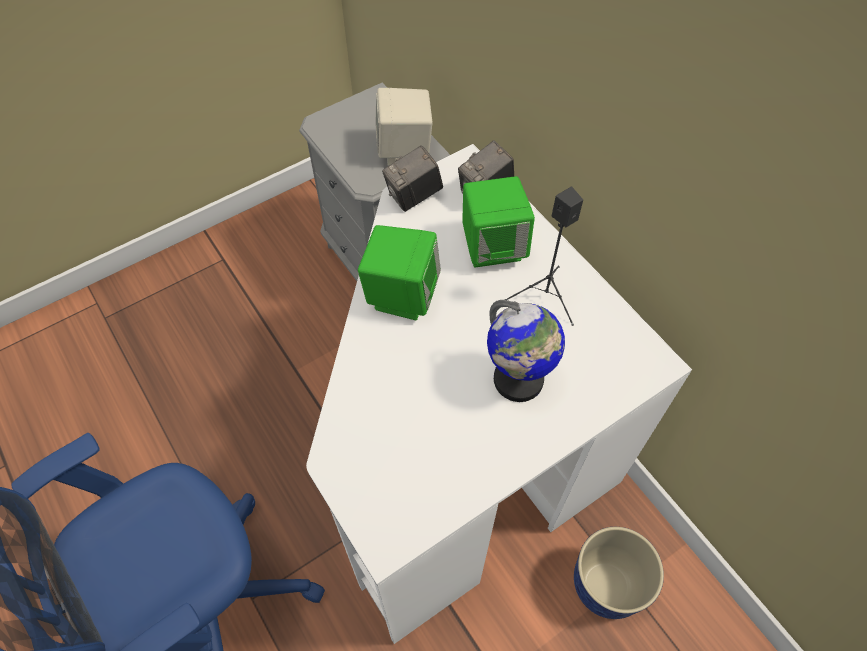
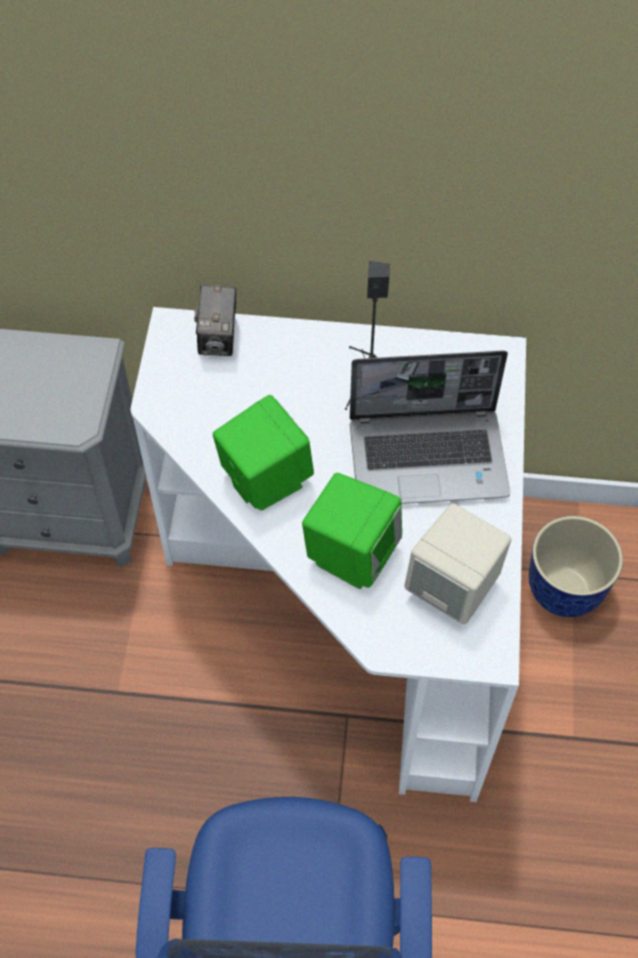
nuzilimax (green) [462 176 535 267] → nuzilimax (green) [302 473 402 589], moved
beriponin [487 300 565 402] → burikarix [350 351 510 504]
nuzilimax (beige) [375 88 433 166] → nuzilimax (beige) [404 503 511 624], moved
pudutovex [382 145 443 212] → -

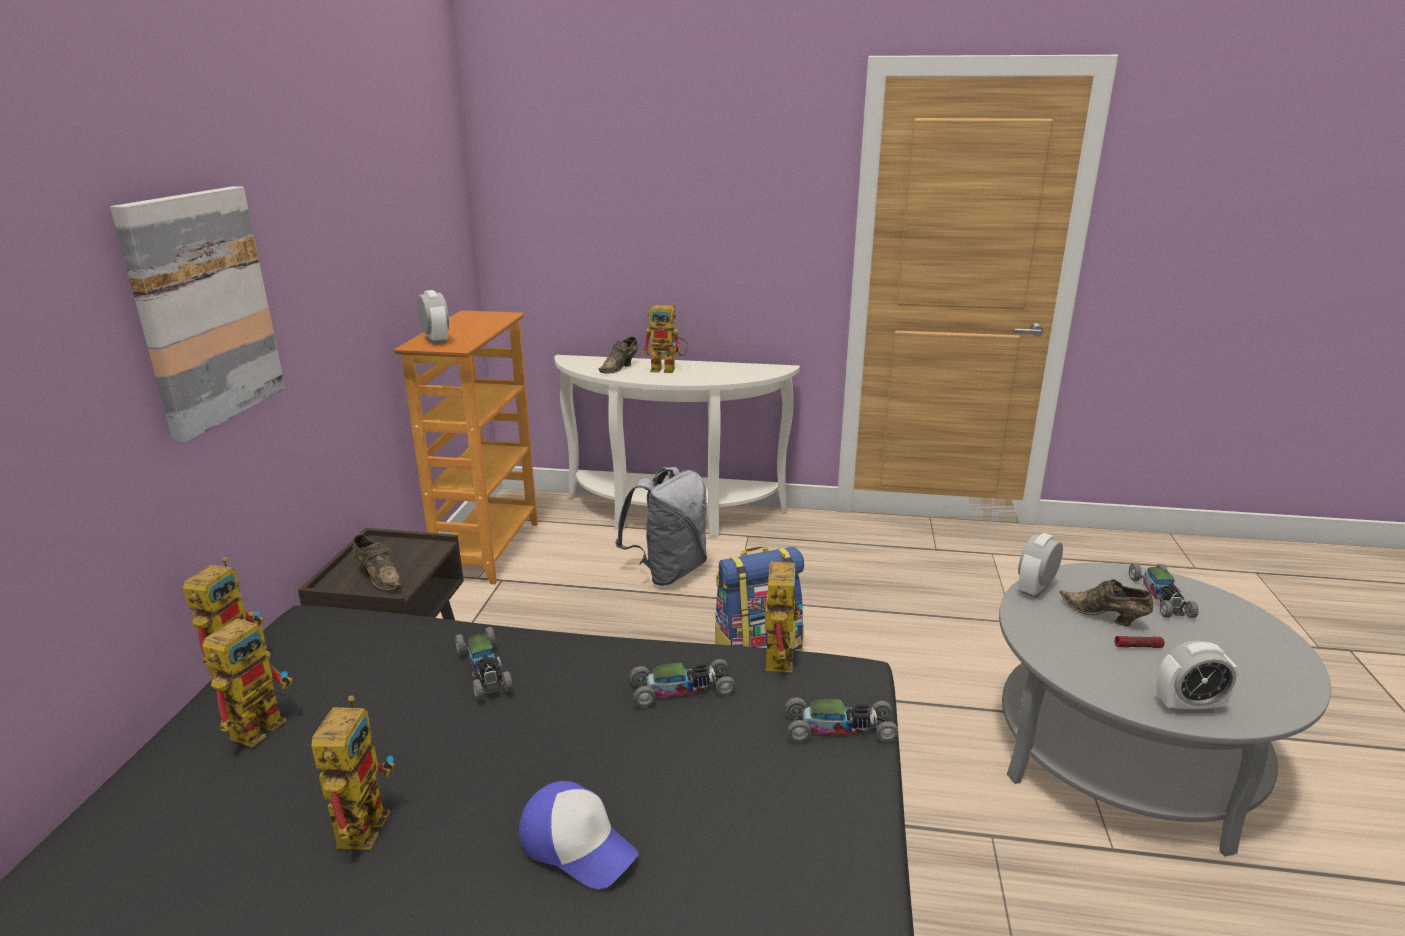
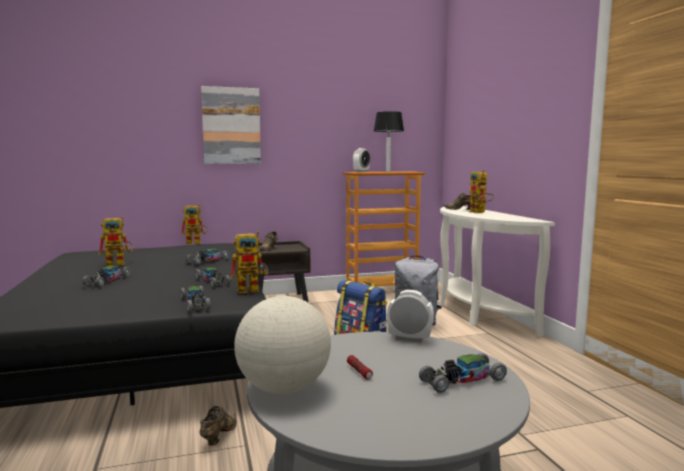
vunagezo [519 781 639 889] → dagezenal [82 266 131 287]
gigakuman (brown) [1060 579 1153 626] → gigakuman (brown) [199 406 237 446], moved
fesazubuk [1156 640 1238 714] → beriponin [234 296 331 394]
- → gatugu [374 111 404 172]
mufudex [202 611 293 747] → -

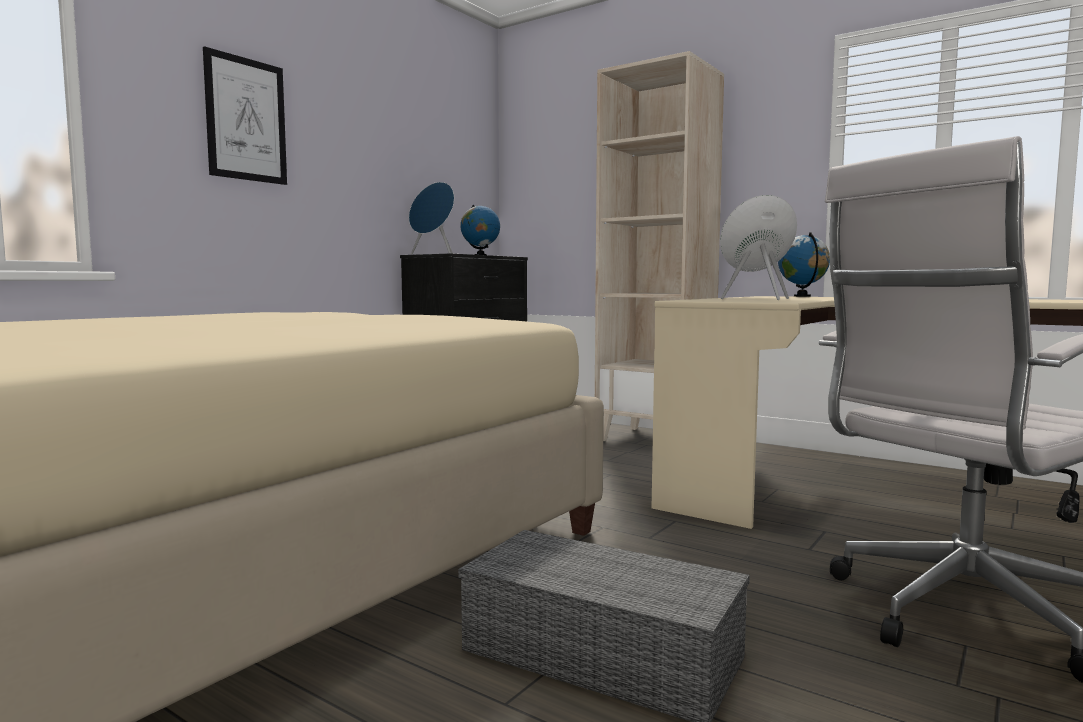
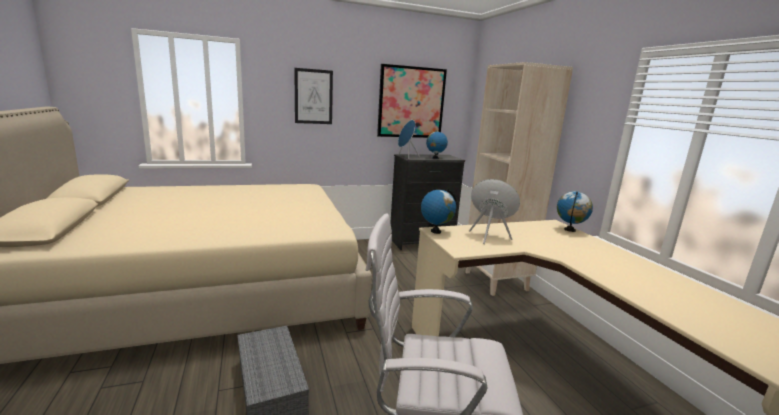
- → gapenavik [377 64 447 138]
- → beriponin [421 188 457 234]

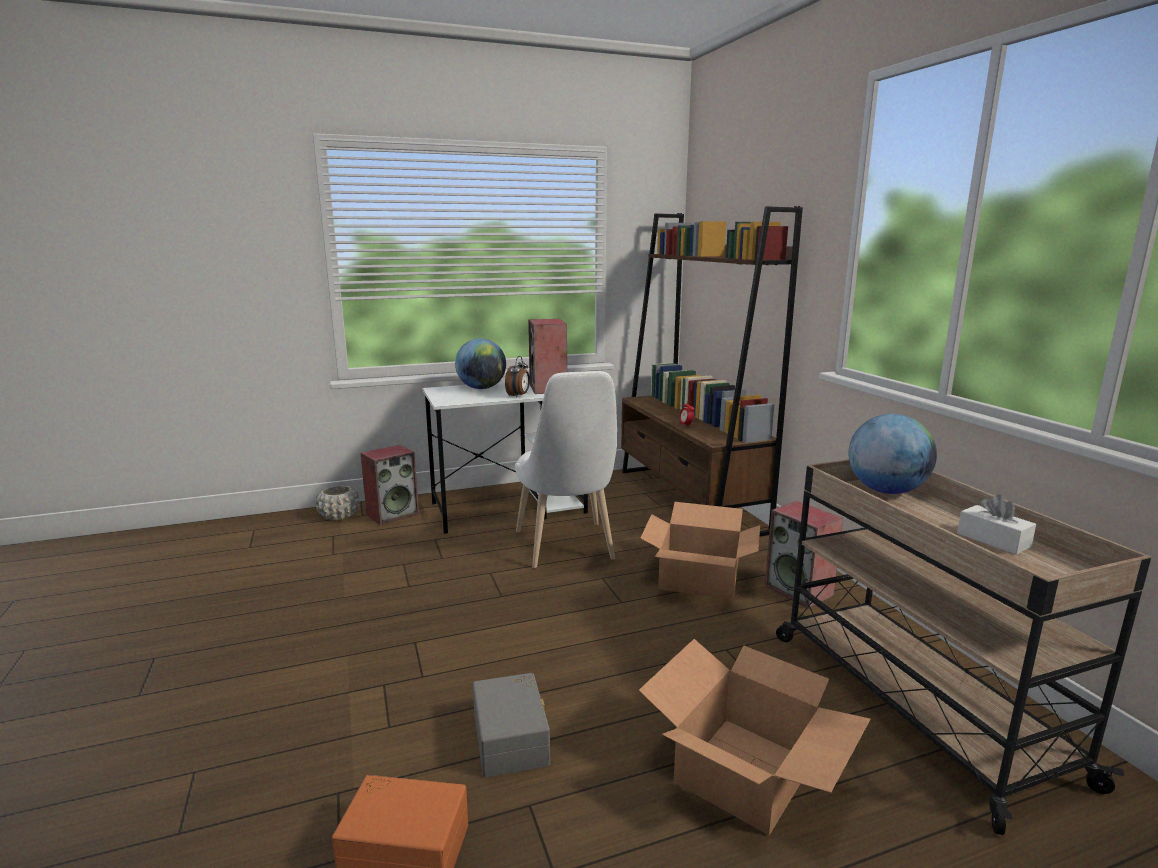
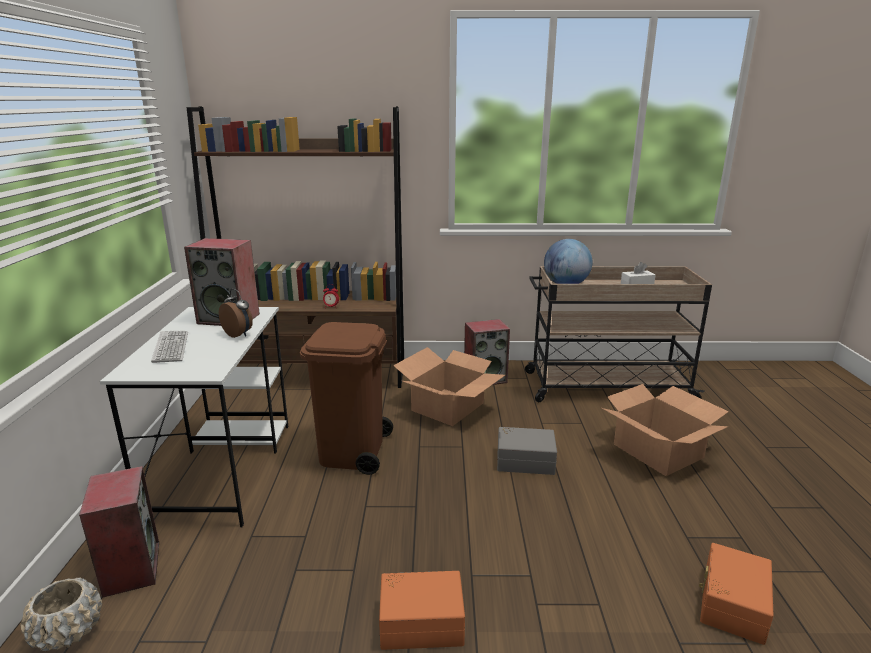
beriponin [455 338 506 389] → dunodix [151 331 188 363]
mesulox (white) [515 371 617 568] → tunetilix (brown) [300 322 393 475]
- → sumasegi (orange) [379 571 465 650]
sumasegi (grey) [473 673 550 778] → sumasegi (grey) [497 427 557 475], moved

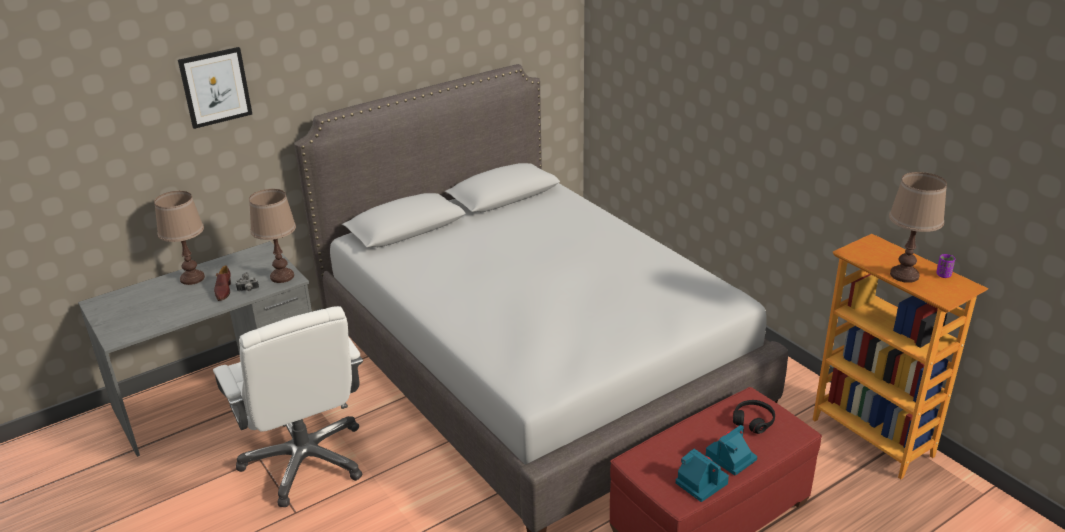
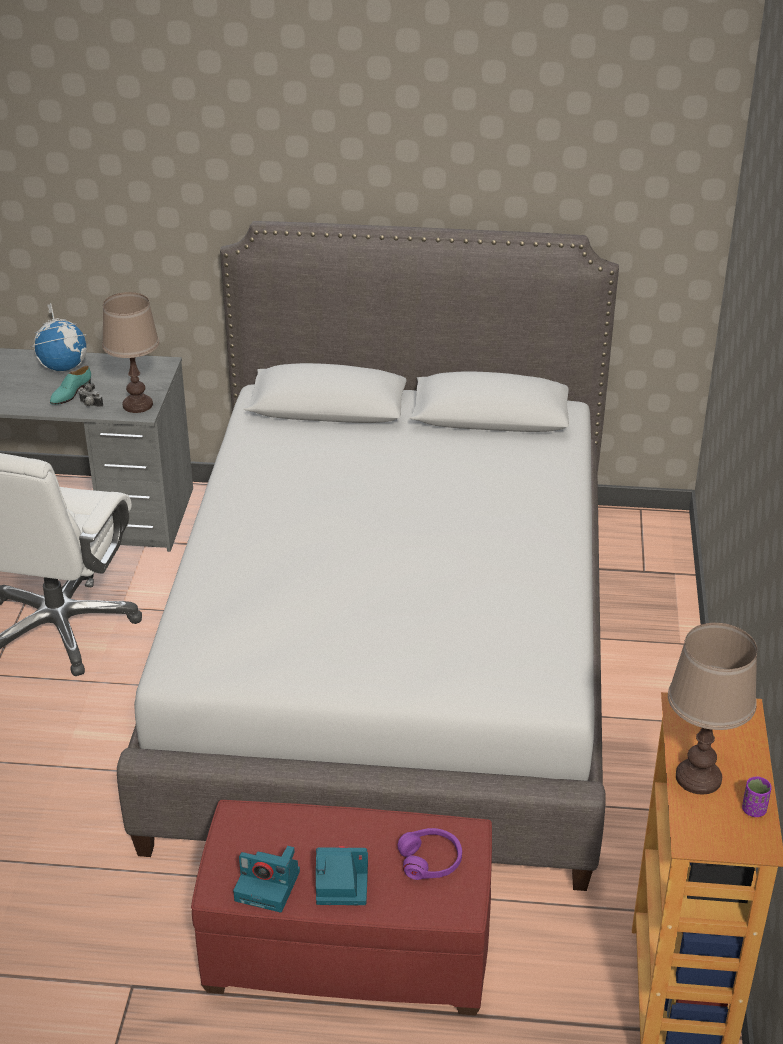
gatugu (brown) [154 191 205 285] → beriponin [30 303 87 371]
gigakuman (brown) [214 266 231 301] → gigakuman (turquoise) [50 366 91 405]
pudutovex [675 449 729 502] → pudutovex [233 846 300 912], 105 degrees clockwise
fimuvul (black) [733 400 775 434] → fimuvul (purple) [397 828 462 880]
gapenavik [178 47 252 129] → -

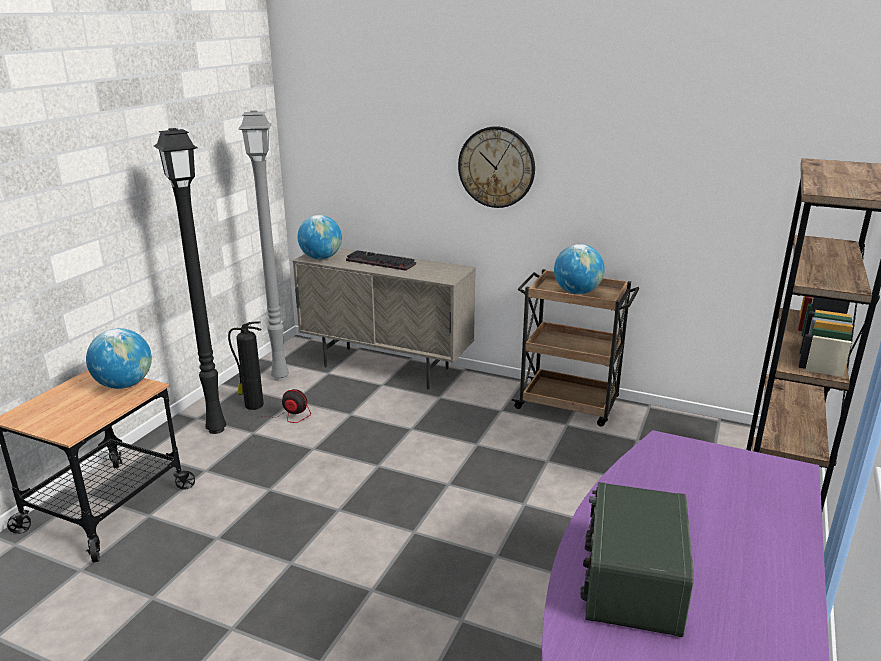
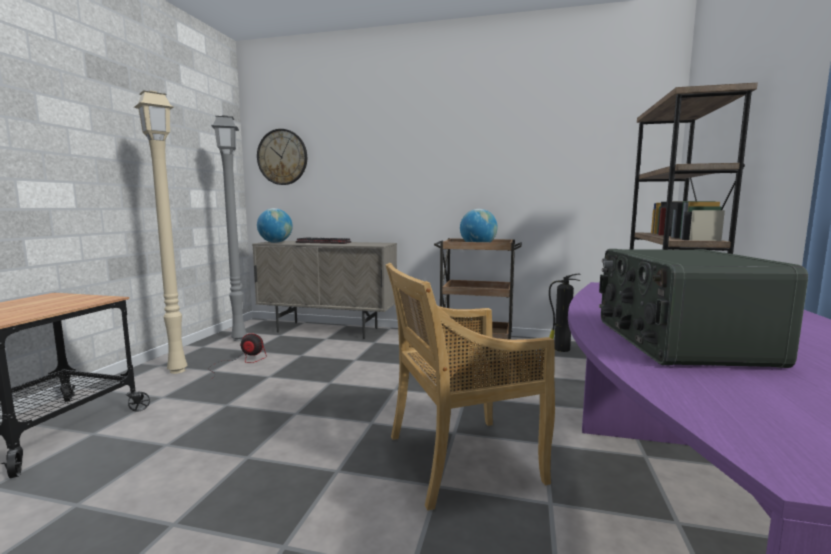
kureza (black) [154 128 226 434] → kureza (beige) [134 90 188 374]
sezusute [458 126 535 208] → sezusute [257 129 307 185], moved
- → mesulox (beige) [385 263 555 511]
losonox [228 321 264 410] → losonox [549 274 580 352], moved
beriponin [86 328 152 389] → -

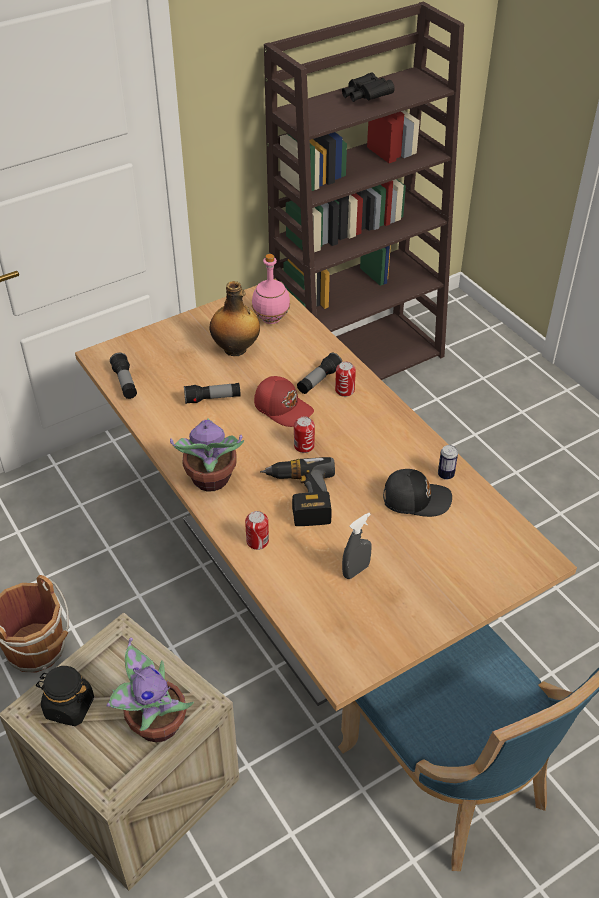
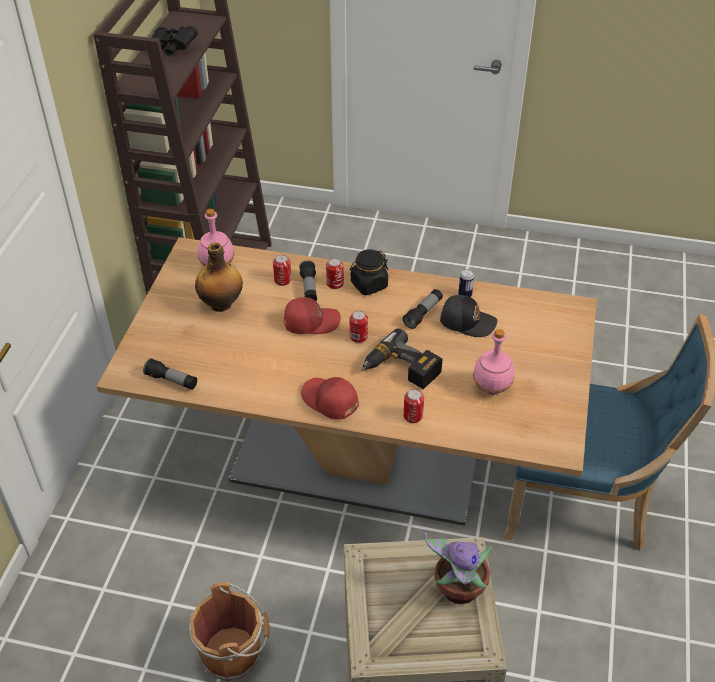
- → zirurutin [273 255 291 286]
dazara [170 418 244 492] → vunagezo (red) [301 377 359 420]
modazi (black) [36 666 94 726] → modazi (black) [350 249 388 295], moved
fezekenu [184 383 241 404] → fezekenu [403 289 443 329], moved
vunagezo (black) [383 469 452 517] → vunagezo (black) [440 295 497 337], 60 degrees clockwise
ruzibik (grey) [342 512 371 579] → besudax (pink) [473 329 514 395]

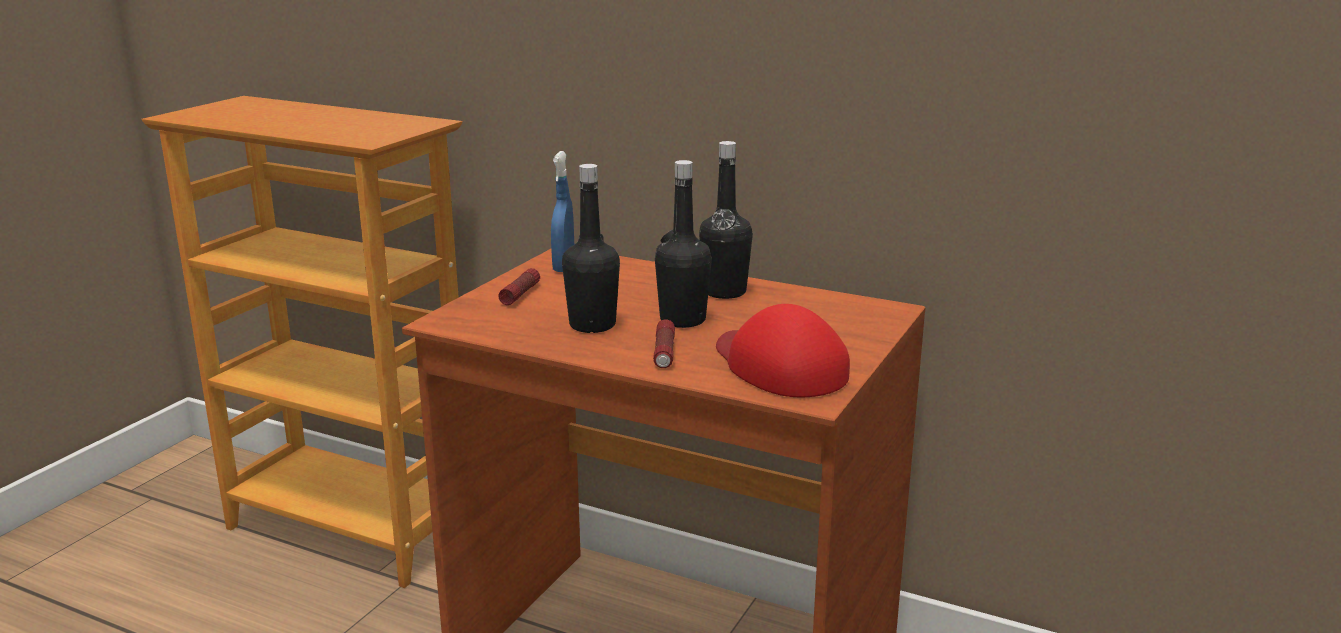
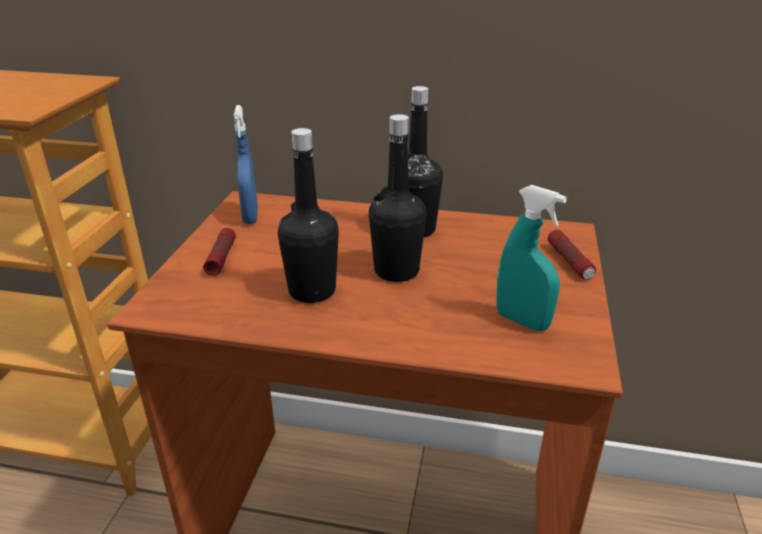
vunagezo (red) [716 304 850 397] → ruzibik (turquoise) [497 185 567 331]
fezekenu [653 319 675 368] → fezekenu [548 230 596 280], moved

